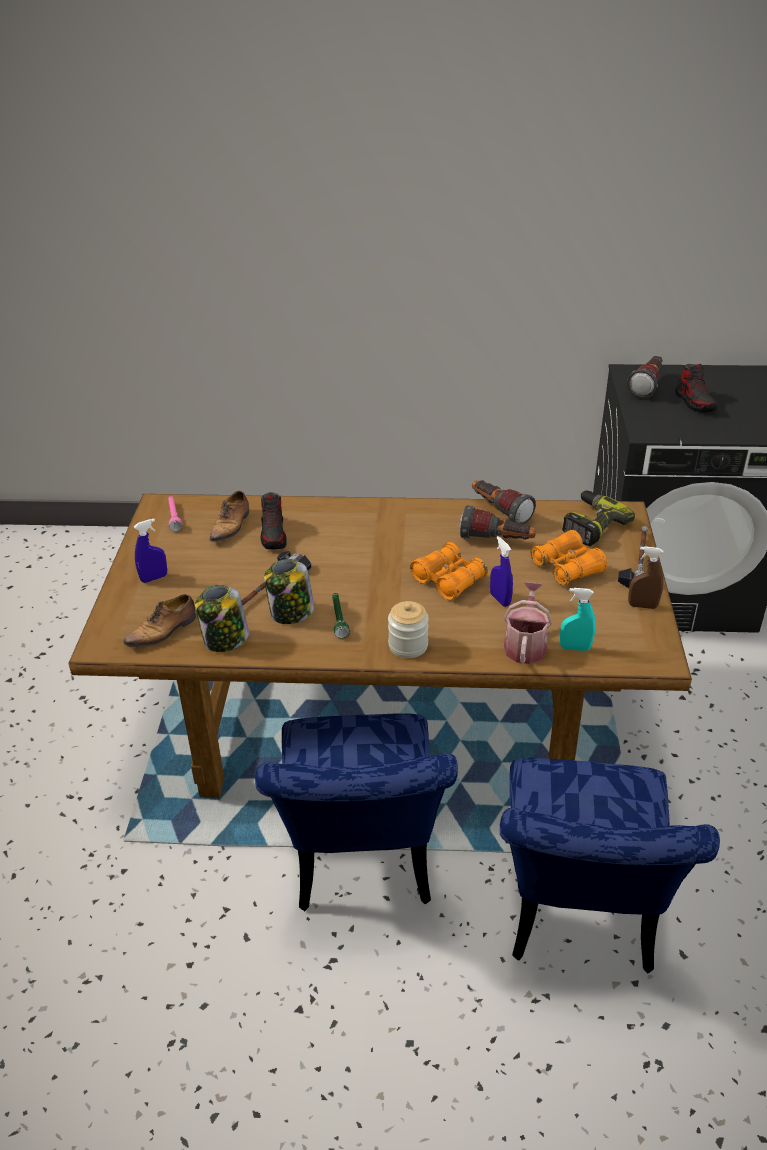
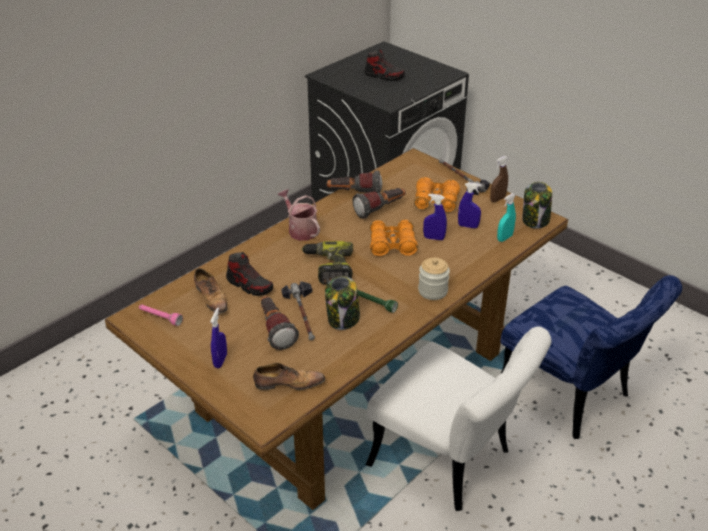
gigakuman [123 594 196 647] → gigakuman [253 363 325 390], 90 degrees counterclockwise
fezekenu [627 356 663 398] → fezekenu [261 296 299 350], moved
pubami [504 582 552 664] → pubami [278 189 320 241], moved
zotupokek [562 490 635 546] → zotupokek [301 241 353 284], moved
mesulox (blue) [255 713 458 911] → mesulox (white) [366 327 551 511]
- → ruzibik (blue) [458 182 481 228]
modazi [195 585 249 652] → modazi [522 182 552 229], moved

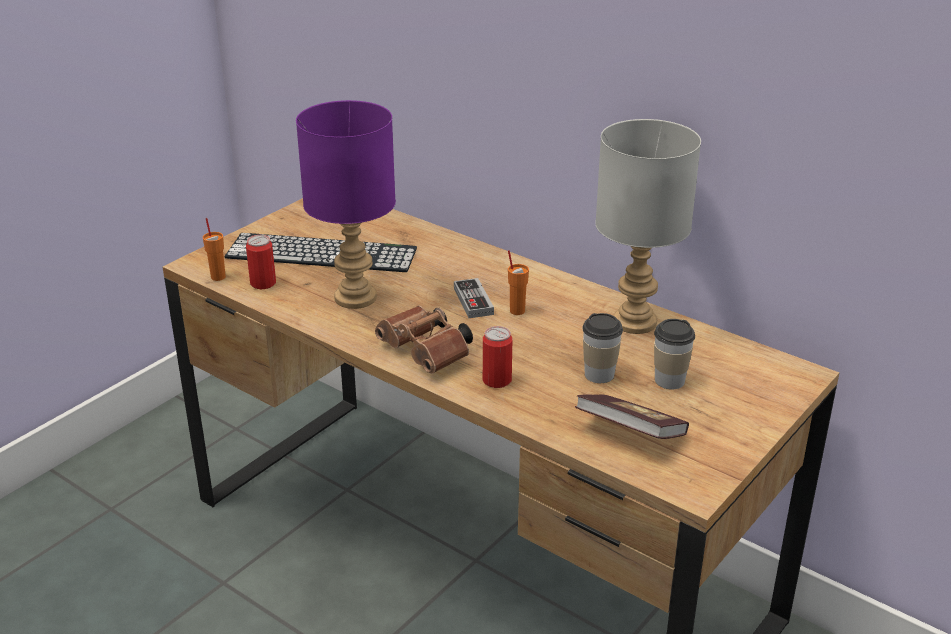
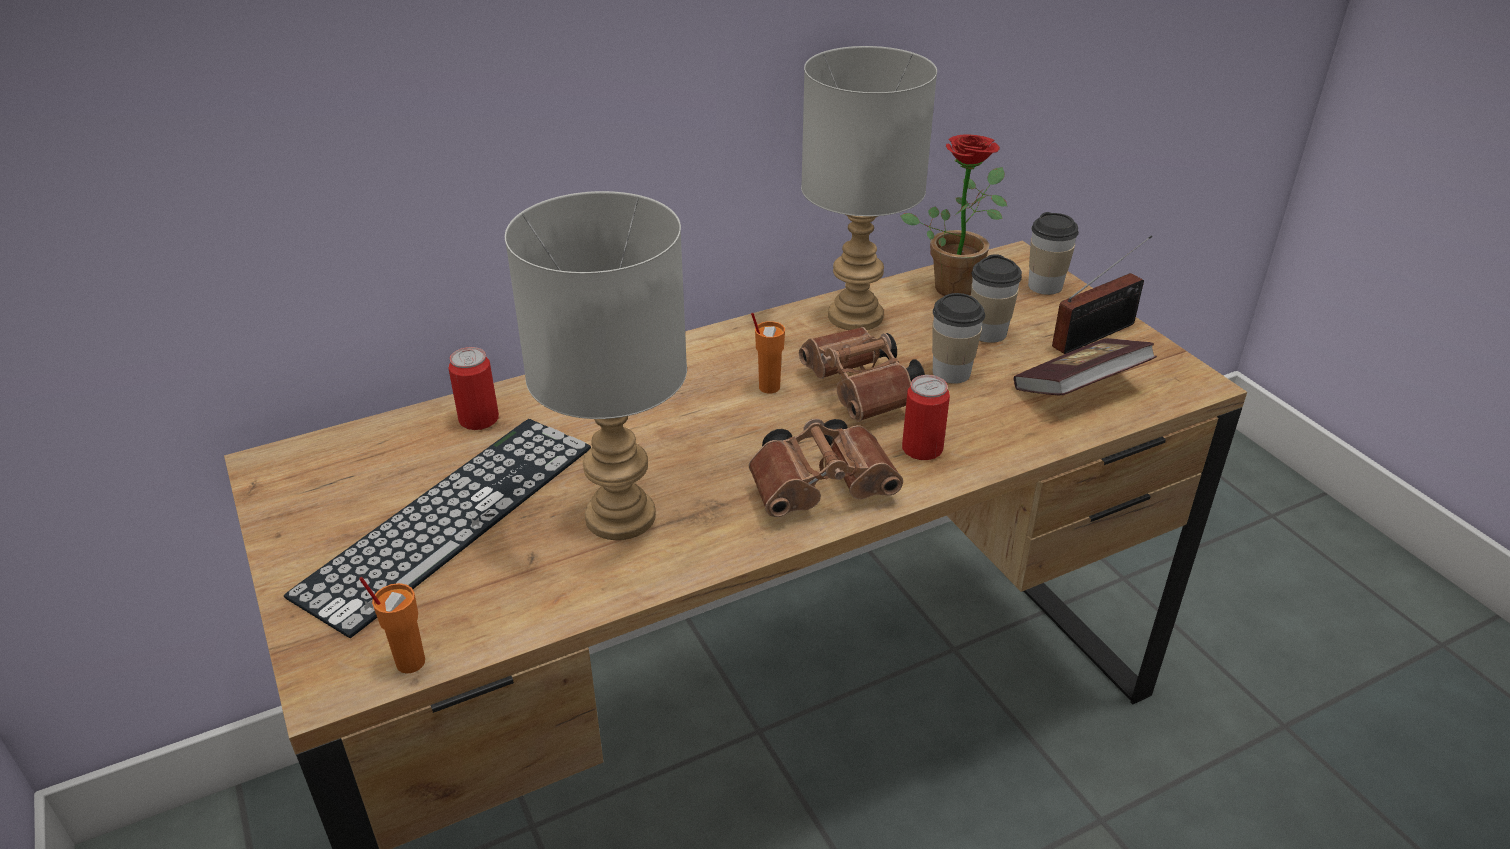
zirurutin [246 235 276 289] → zirurutin [448 347 499 430], moved
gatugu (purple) [296 100 396 309] → gatugu (grey) [505 191 687 540]
- → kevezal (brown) [799 327 925 422]
- → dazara [900 134 1007 296]
- → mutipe [1028 212 1079 295]
- → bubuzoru [1052 236 1152 354]
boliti [454 278 494 318] → -

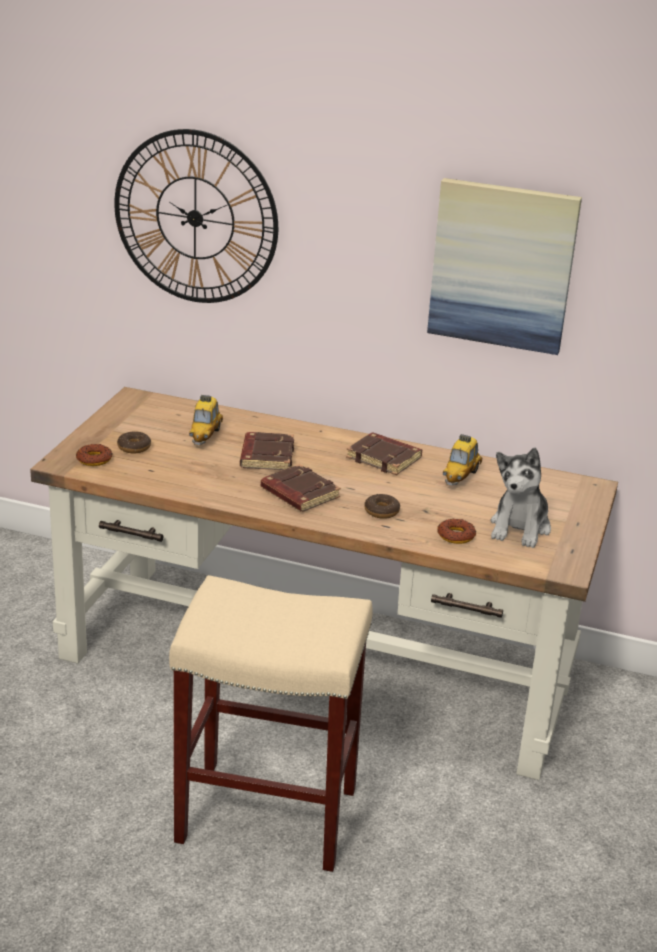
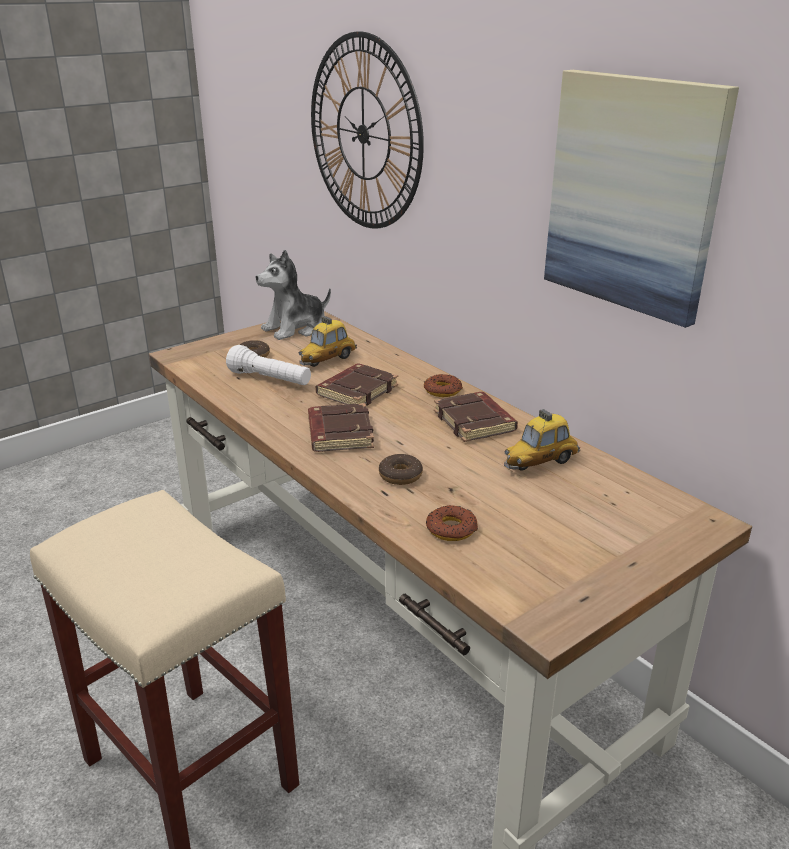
- → fezekenu (white) [226 345 311 385]
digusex [490 448 551 548] → digusex [256 250 331 340], moved
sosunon [76 444 113 466] → sosunon [424 374 463 397], moved

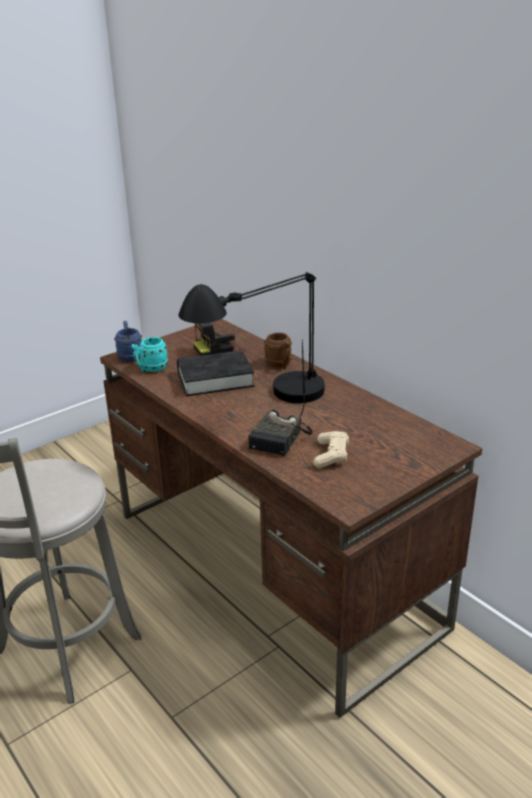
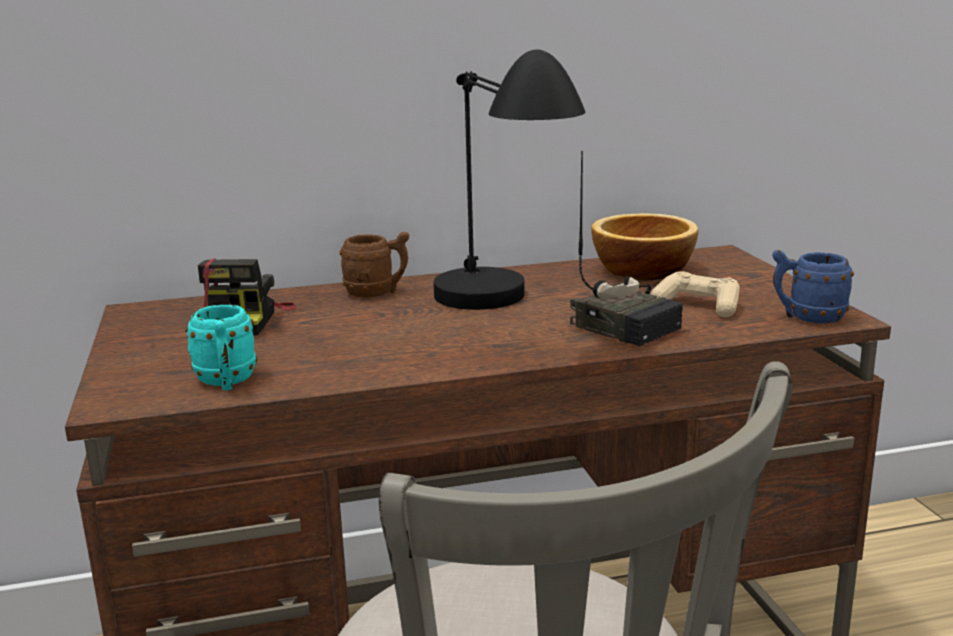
- → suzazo [591 213 698 281]
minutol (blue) [114 321 142 362] → minutol (blue) [772 250 854 323], moved
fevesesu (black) [177 350 254 396] → -

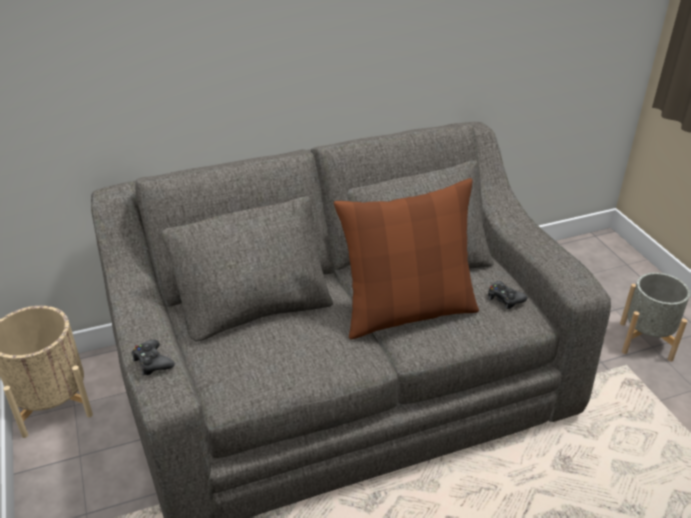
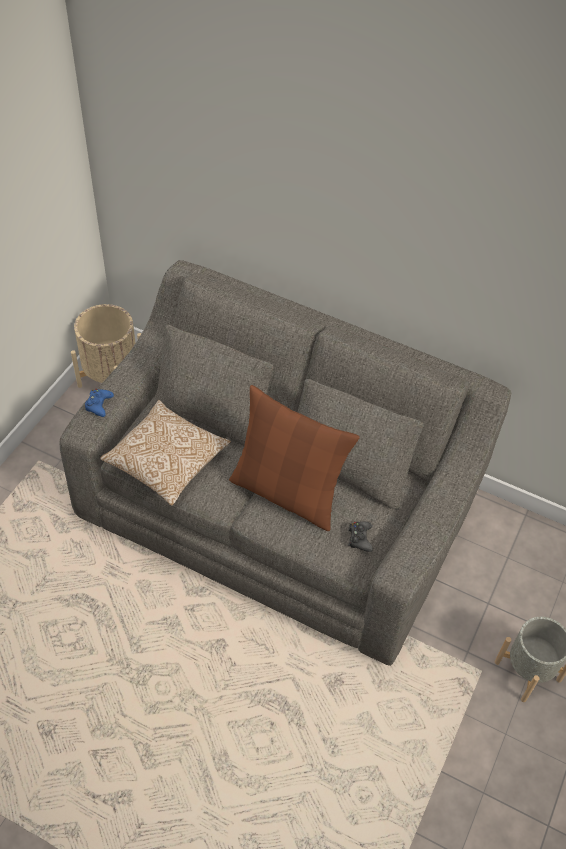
boliti (black) [132 339 175 375] → boliti (blue) [85 389 114 417]
- → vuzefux [100 400 231 505]

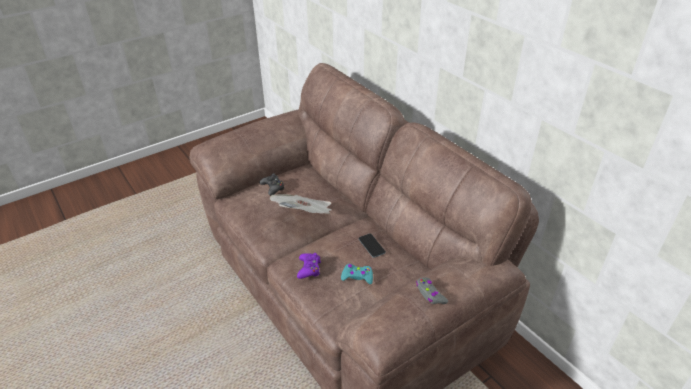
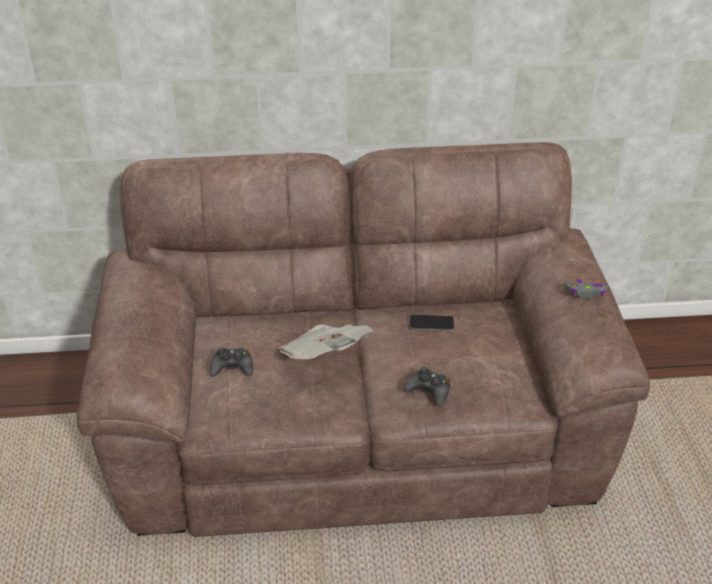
boliti (purple) [297 253 321 279] → boliti (black) [404 367 450 406]
boliti (turquoise) [341 264 373 284] → -

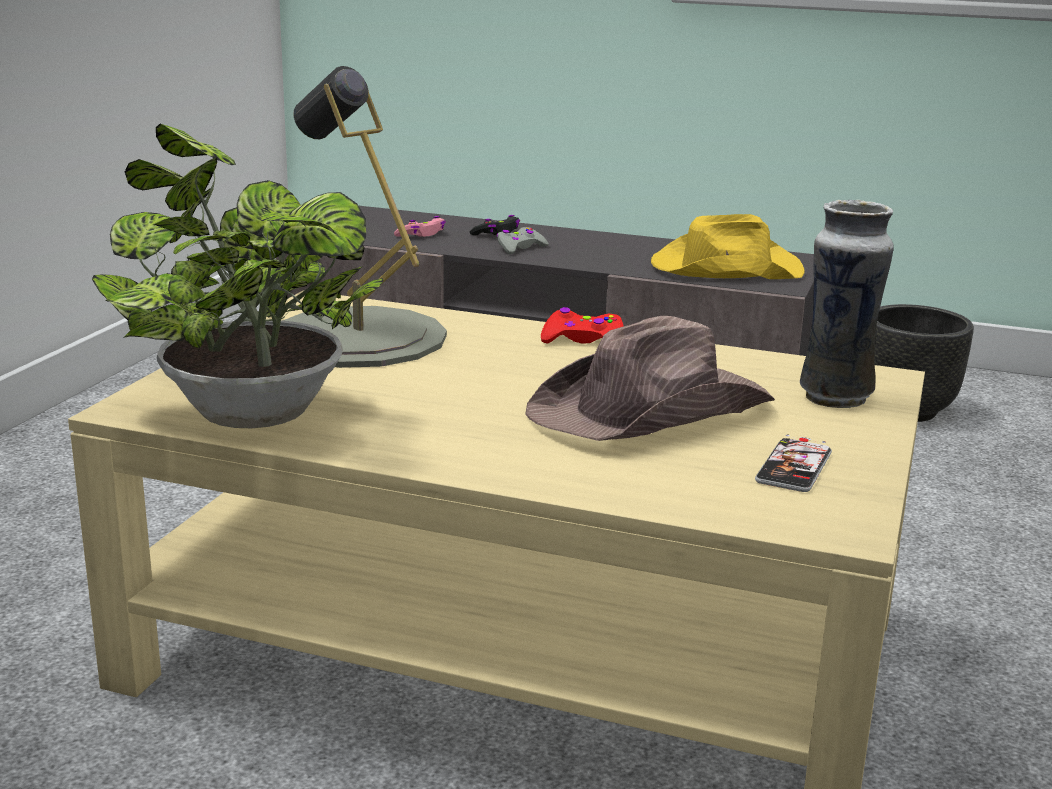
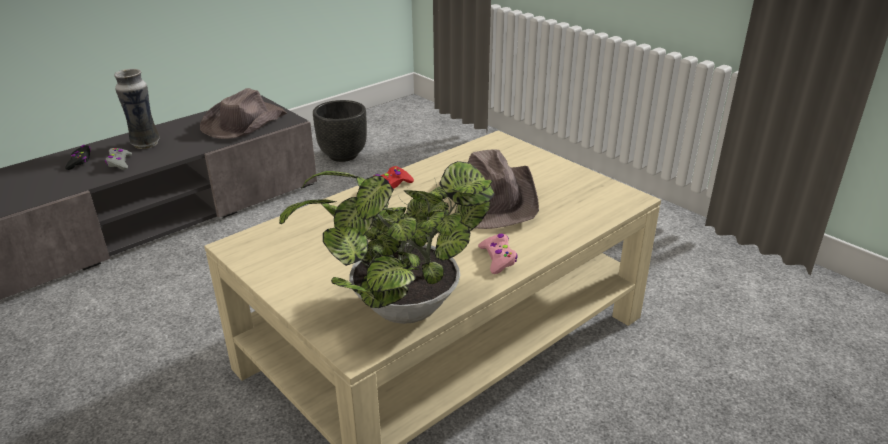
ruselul [800 200 894 408] → ruselul [114 69 160 149], moved
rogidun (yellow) [651 214 805 279] → rogidun (brown) [200 88 287 139]
boliti (pink) [394 216 446 237] → boliti (pink) [478 234 518 274], moved
gatugu (grey) [284 66 447 368] → -
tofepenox [755 434 832 492] → -

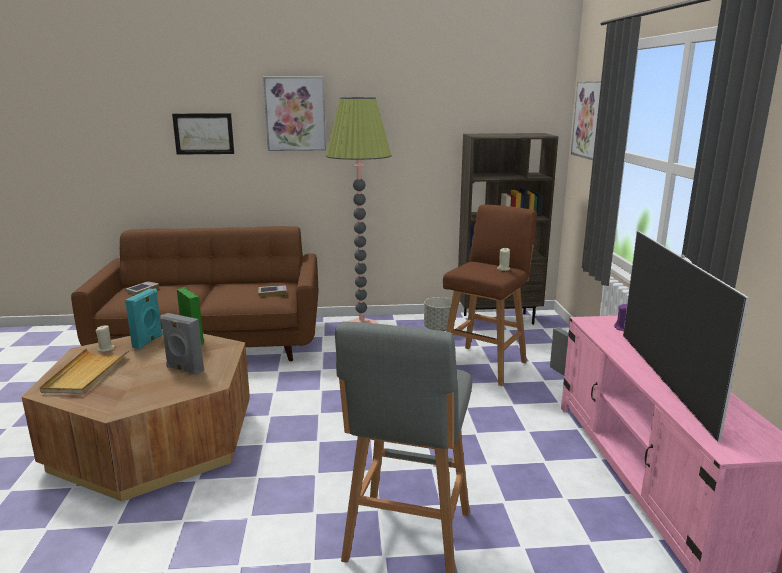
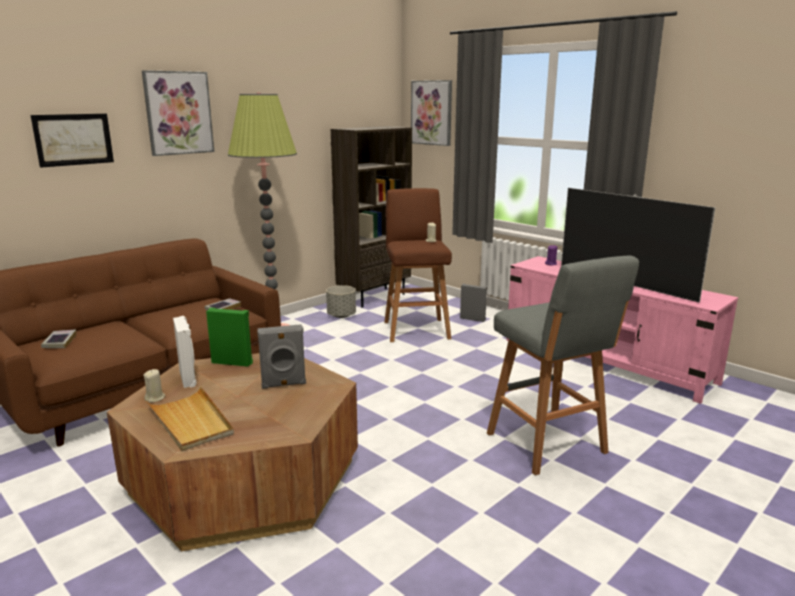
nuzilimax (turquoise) [125 289 163 349] → nuzilimax (white) [173 316 197 388]

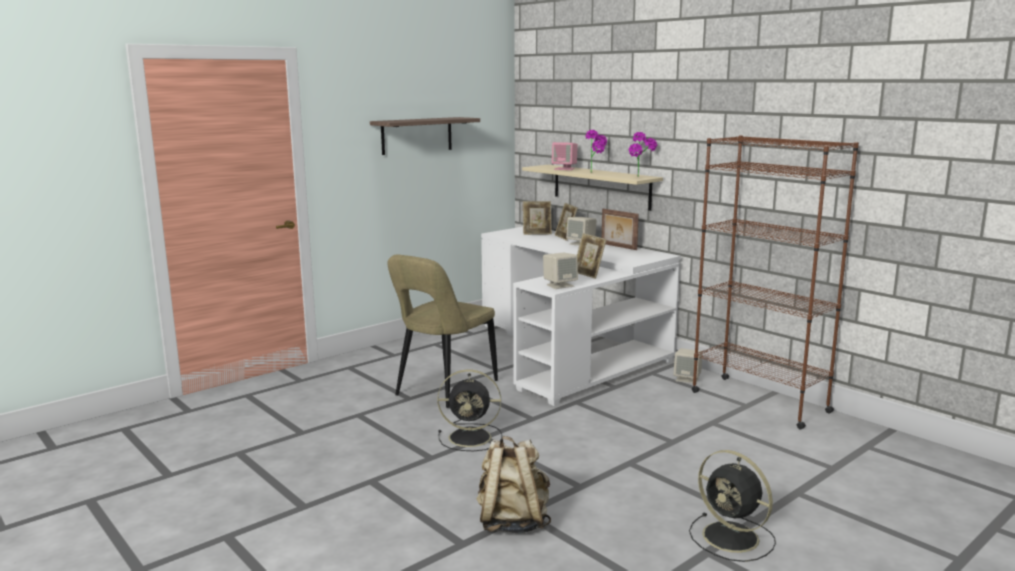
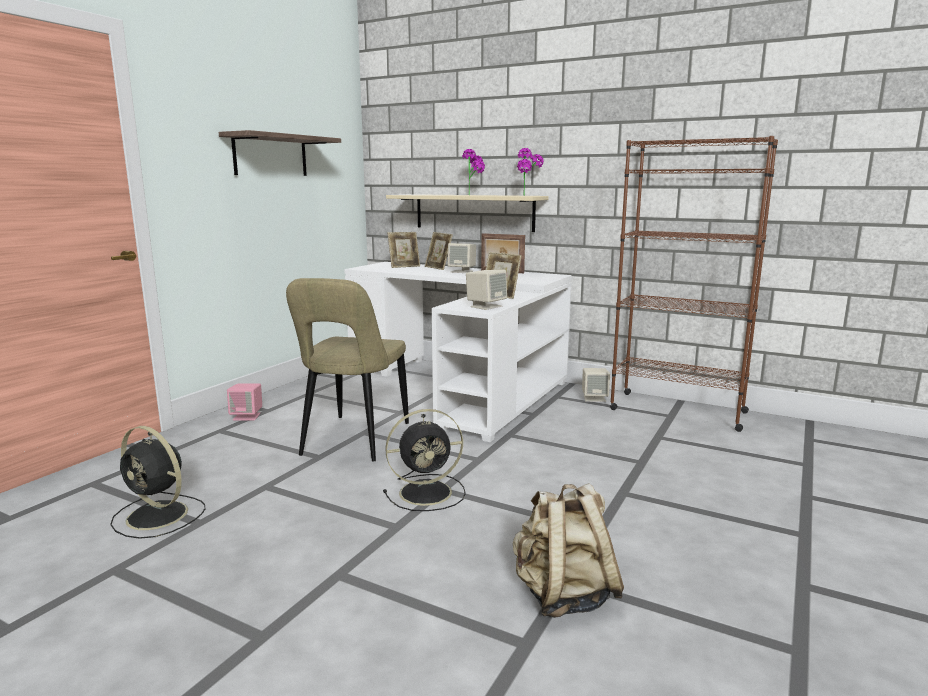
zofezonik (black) [689 450 776 562] → zofezonik (black) [110 426 205 539], moved
nuzilimax (pink) [552 142 578 170] → nuzilimax (pink) [227 383 262 420], moved

